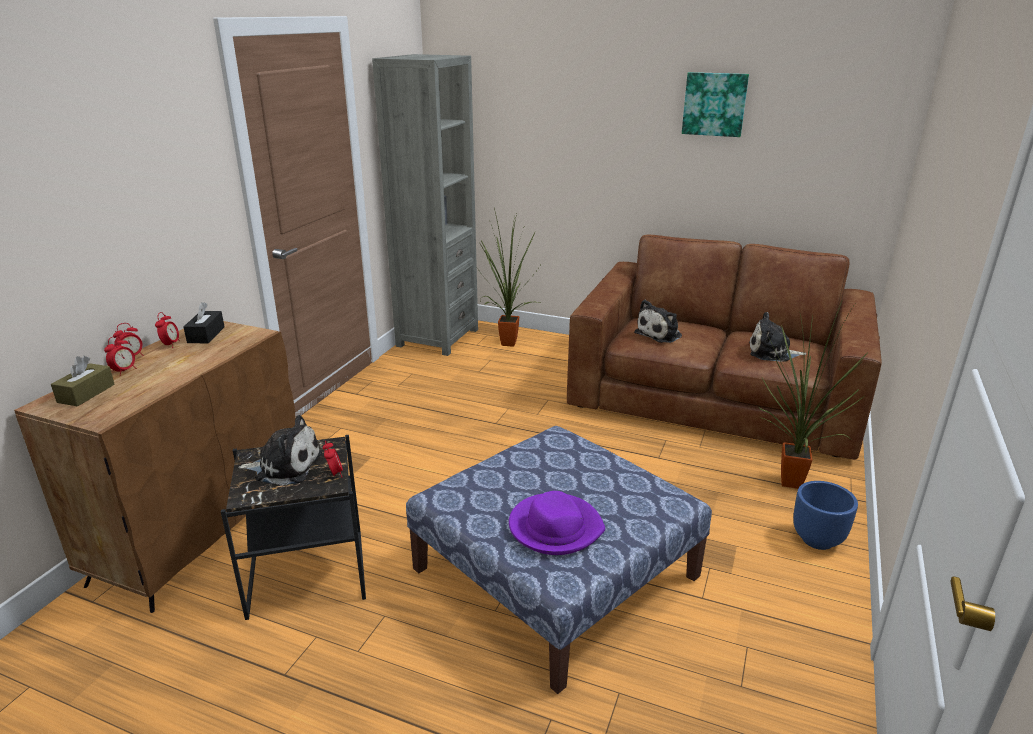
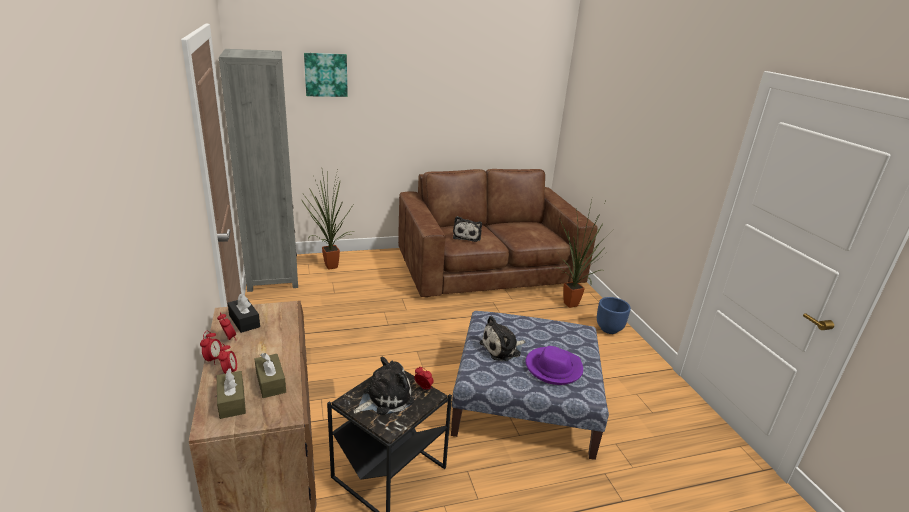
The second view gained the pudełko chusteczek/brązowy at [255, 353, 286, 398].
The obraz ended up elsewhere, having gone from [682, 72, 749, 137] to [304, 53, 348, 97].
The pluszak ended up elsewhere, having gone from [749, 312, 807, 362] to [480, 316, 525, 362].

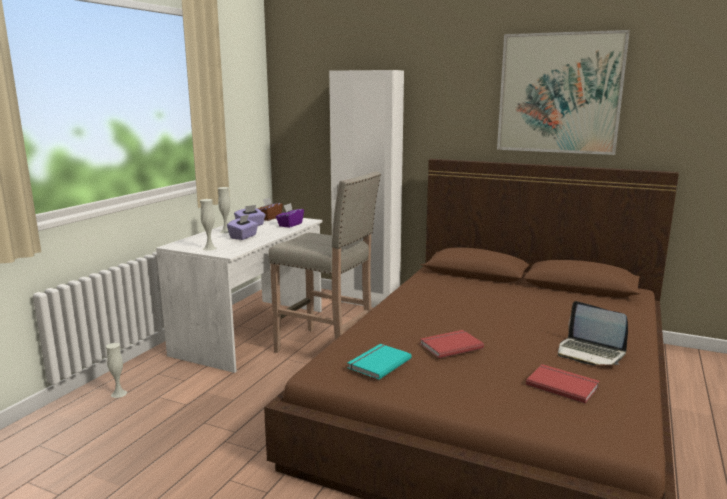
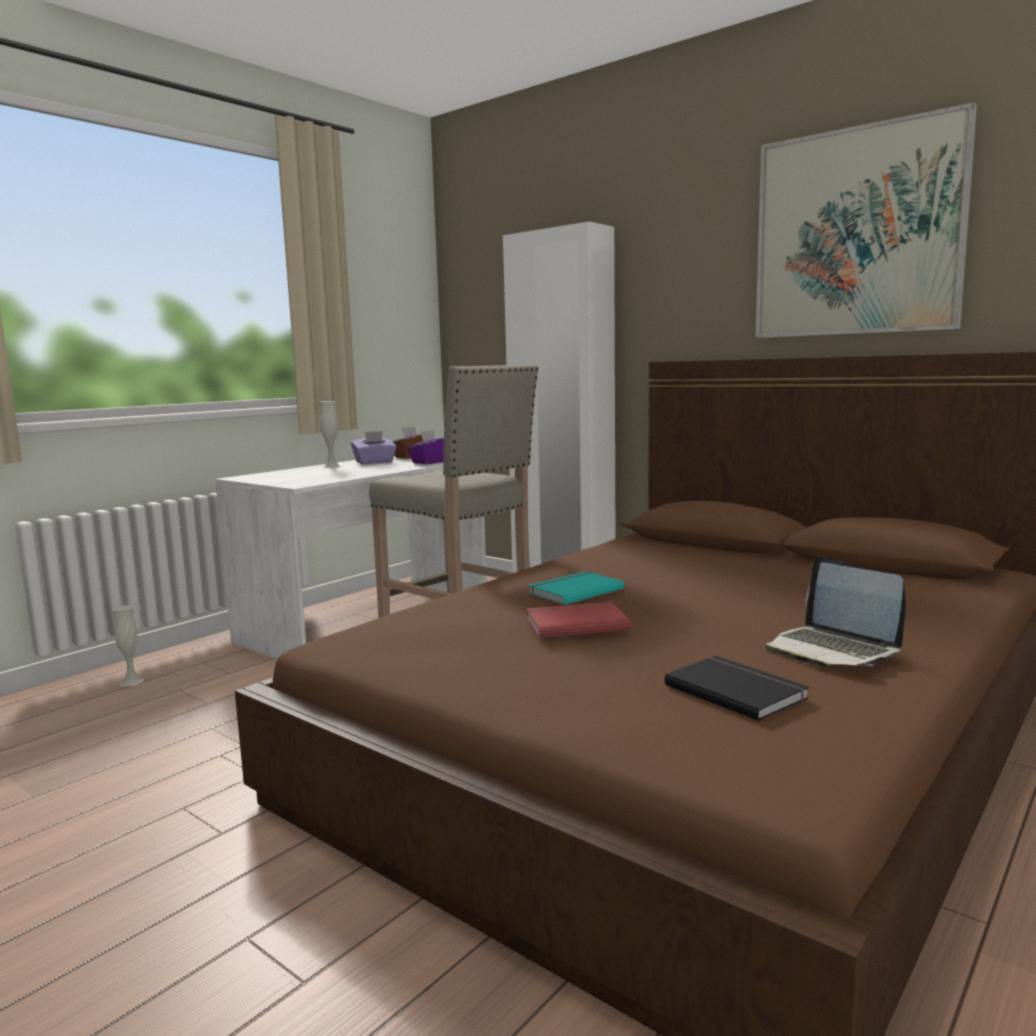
The książka/turkusowy ended up elsewhere, having gone from [348, 344, 412, 380] to [528, 571, 624, 605].
What was the książka/czerwony at [526, 364, 599, 404] turned into the książka/czarny at [665, 656, 809, 722].
The second view lost the wazon/biały at [200, 199, 217, 251].
The second view lost the pudełko chusteczek/fioletowy at [227, 214, 258, 240].

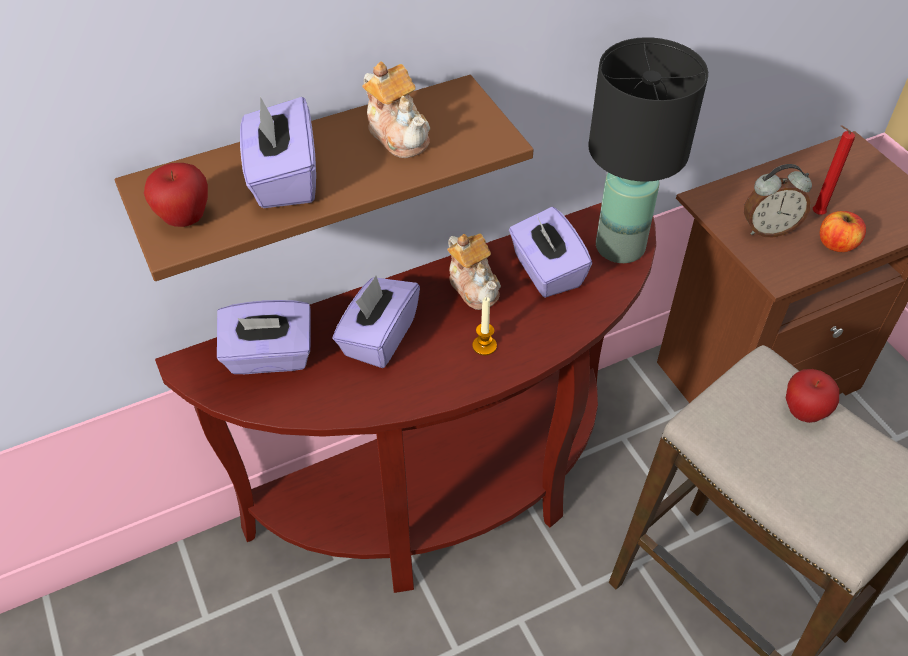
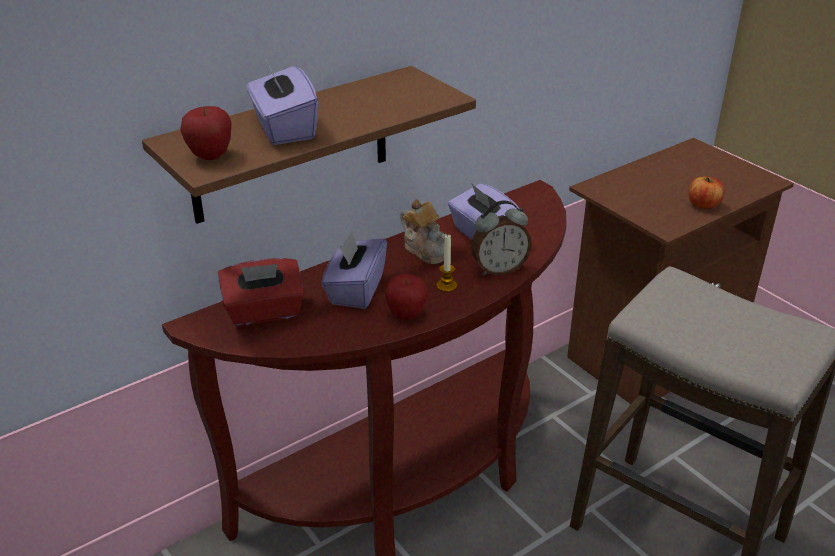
What was the pudełko chusteczek/fioletowy at [217, 300, 311, 374] turned into the pudełko chusteczek/czerwony at [218, 258, 305, 326].
The jabłko ended up elsewhere, having gone from [786, 369, 839, 423] to [385, 274, 428, 320].
The budzik ended up elsewhere, having gone from [744, 164, 812, 237] to [471, 201, 532, 276].
The second view lost the imbryk at [362, 61, 430, 158].
The second view lost the lampa stołowa/czarny at [588, 37, 708, 263].
The second view lost the świeca/czerwony at [813, 125, 855, 215].

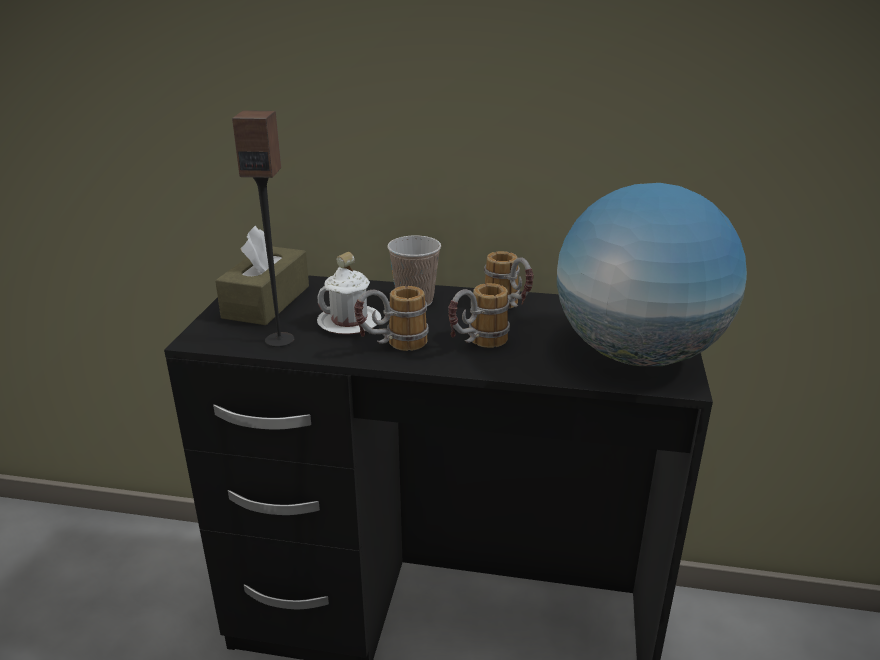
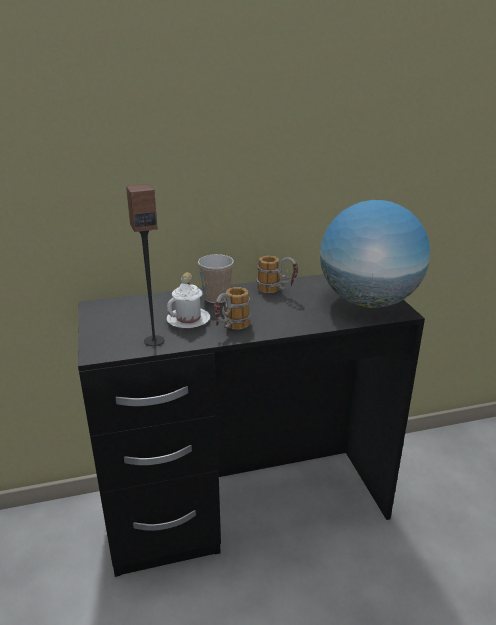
The second view lost the pudełko chusteczek/brązowy at [215, 226, 309, 325].
The second view lost the kubek at [448, 283, 510, 348].

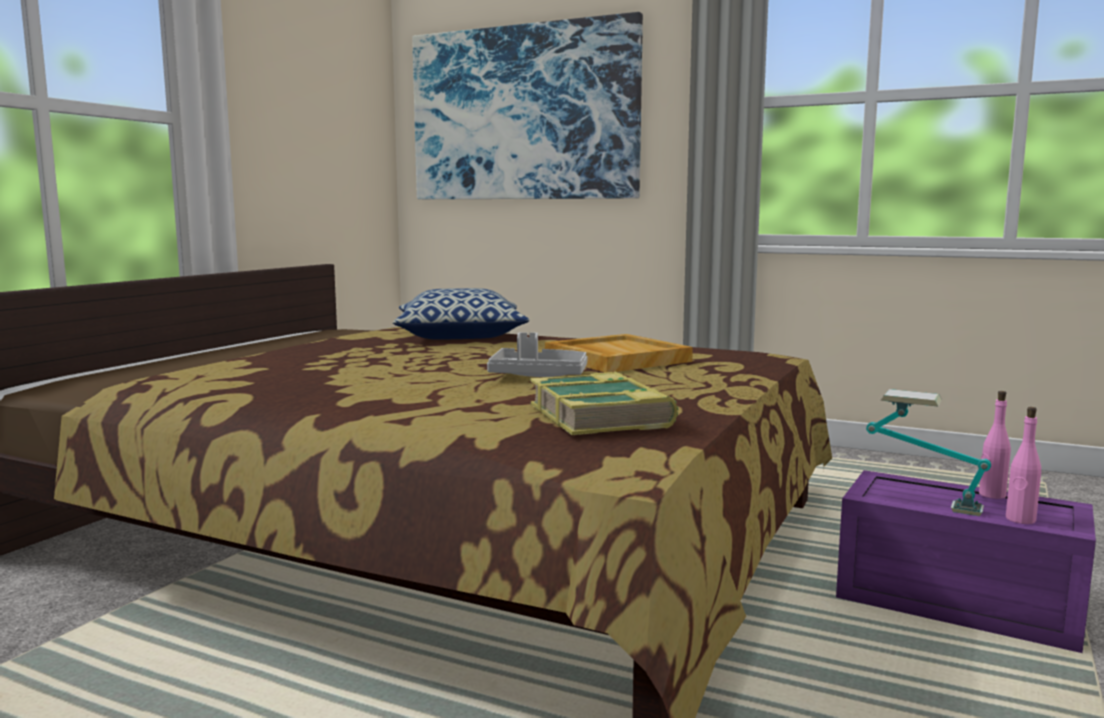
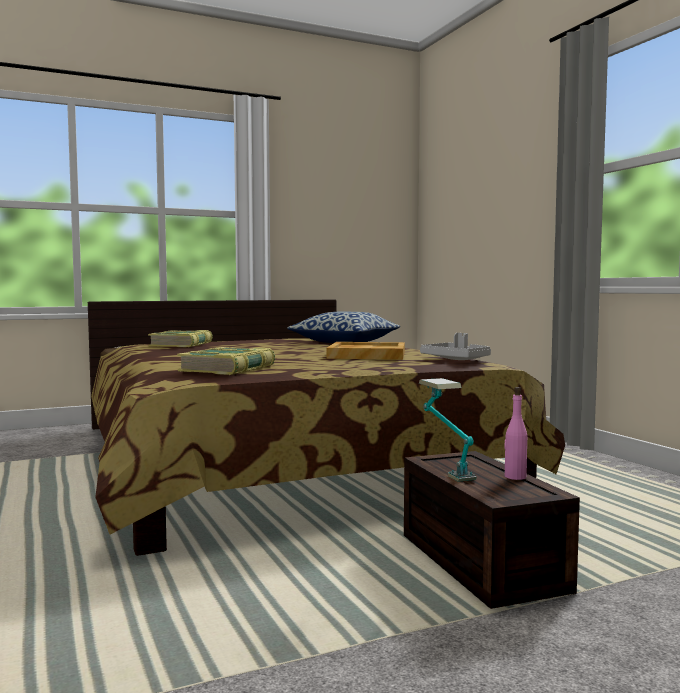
The second view gained the książka at [148, 330, 213, 347].
What was the pojemnik do przechowywania/fioletowy at [836, 470, 1096, 653] turned into the pojemnik do przechowywania/brązowy at [404, 451, 580, 609].
The taca/szary ended up elsewhere, having gone from [487, 332, 588, 377] to [420, 333, 491, 360].
The second view lost the obraz at [412, 12, 643, 199].
The second view lost the butelka/różowy at [1006, 407, 1041, 524].

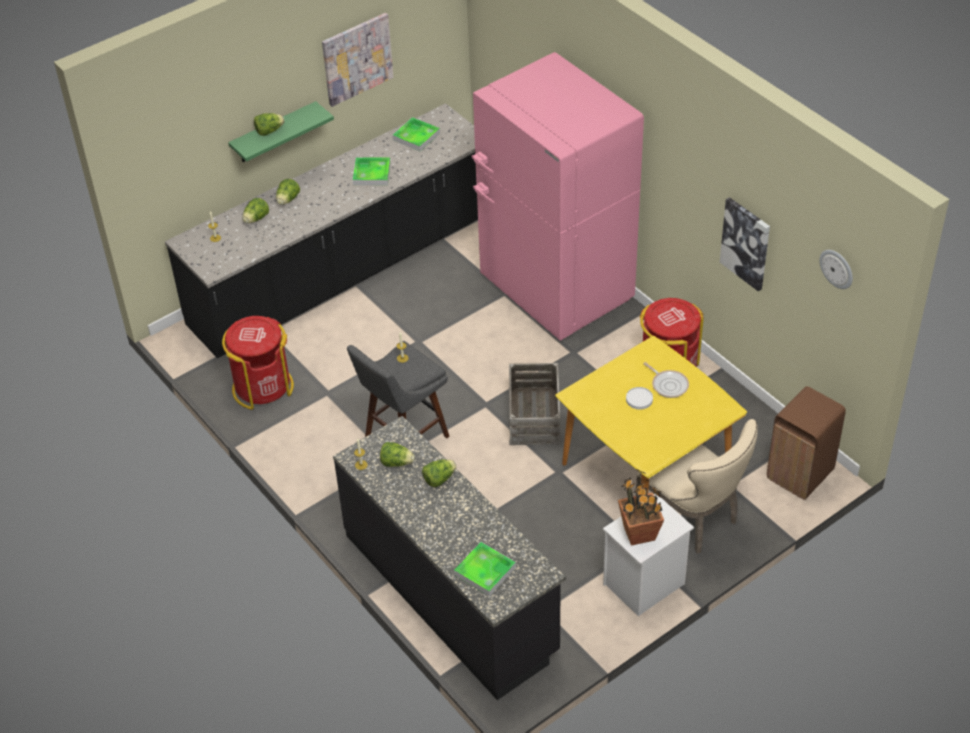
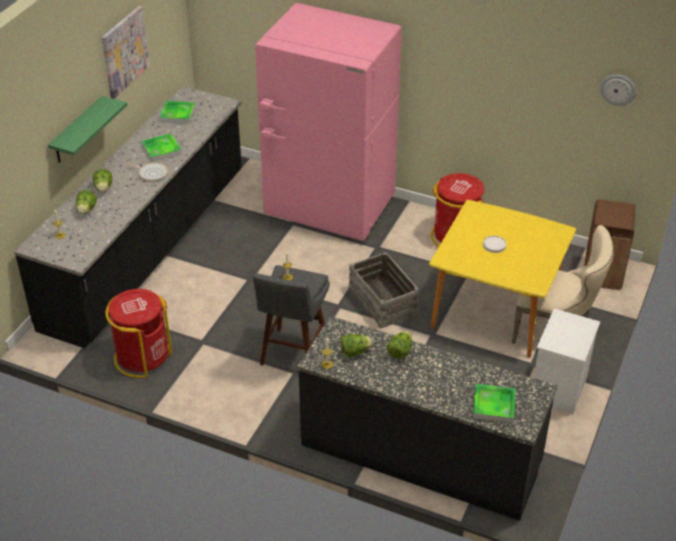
The patelnia ended up elsewhere, having gone from [644, 362, 689, 398] to [126, 162, 168, 182].
The second view lost the sałata at [254, 113, 285, 136].
The second view lost the roślina doniczkowa at [618, 469, 664, 546].
The second view lost the obraz at [720, 197, 770, 291].

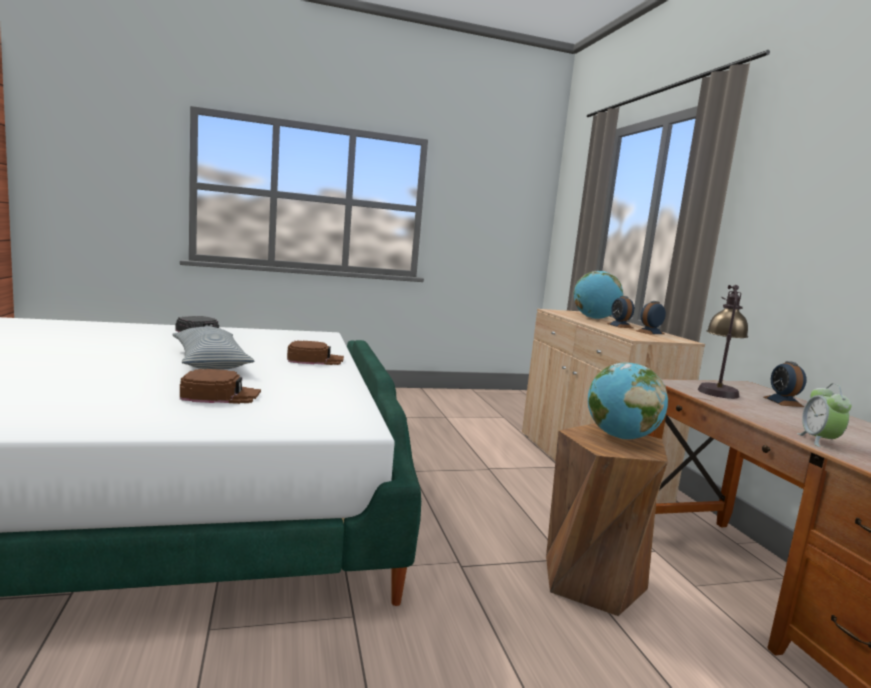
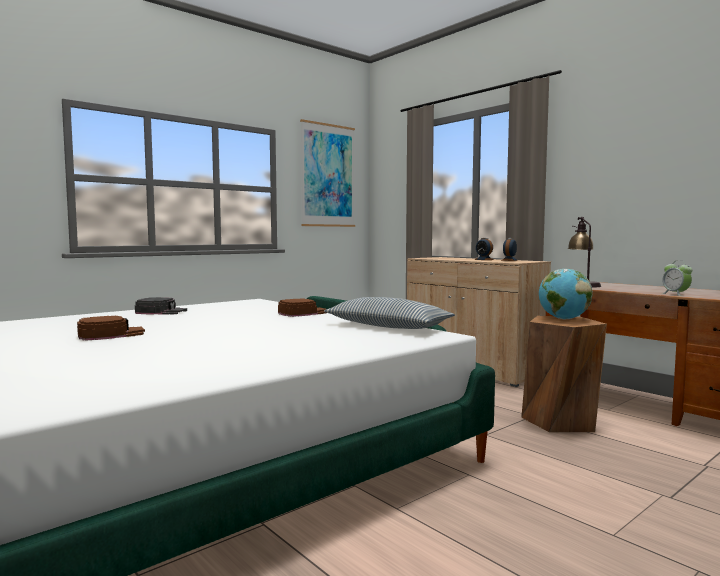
The czapka z daszkiem/brązowy ended up elsewhere, having gone from [180, 369, 261, 404] to [77, 316, 145, 341].
The second view gained the obraz at [300, 119, 355, 227].
The poduszka ended up elsewhere, having gone from [172, 327, 254, 370] to [324, 297, 455, 329].
The second view lost the globus at [573, 271, 623, 319].
The second view lost the budzik at [764, 361, 806, 407].

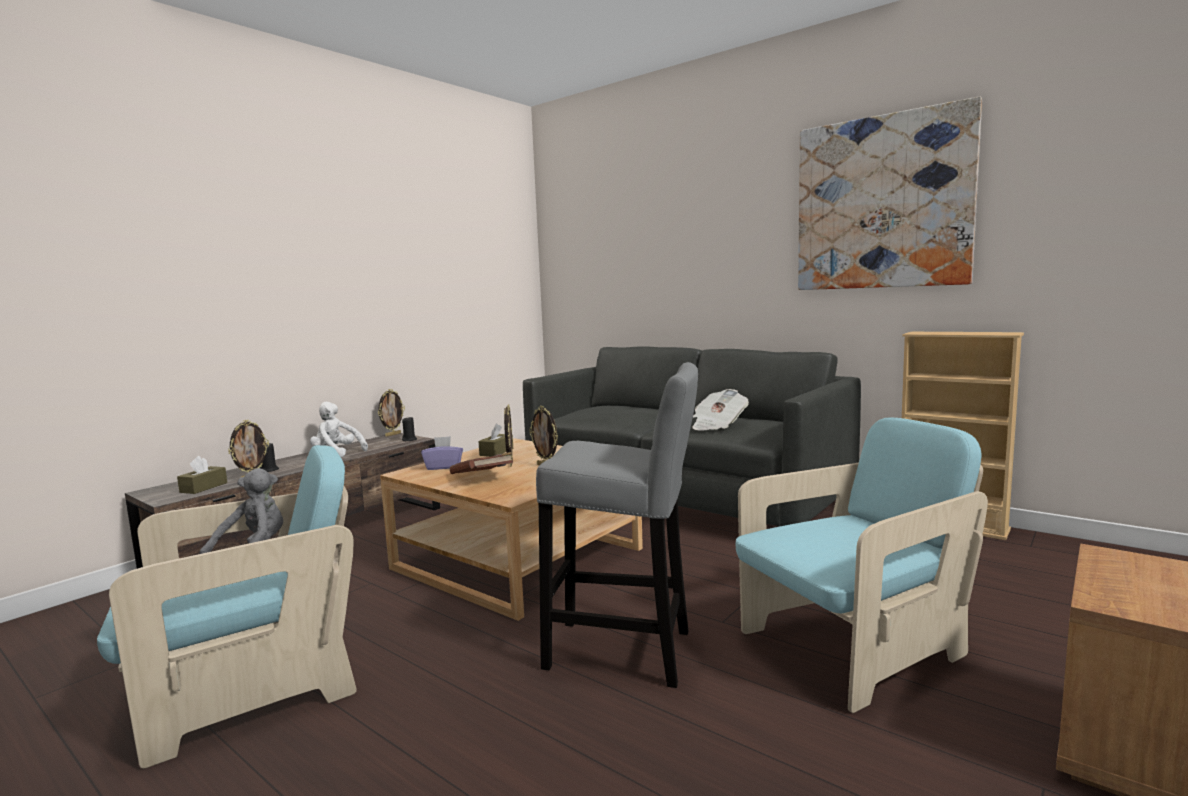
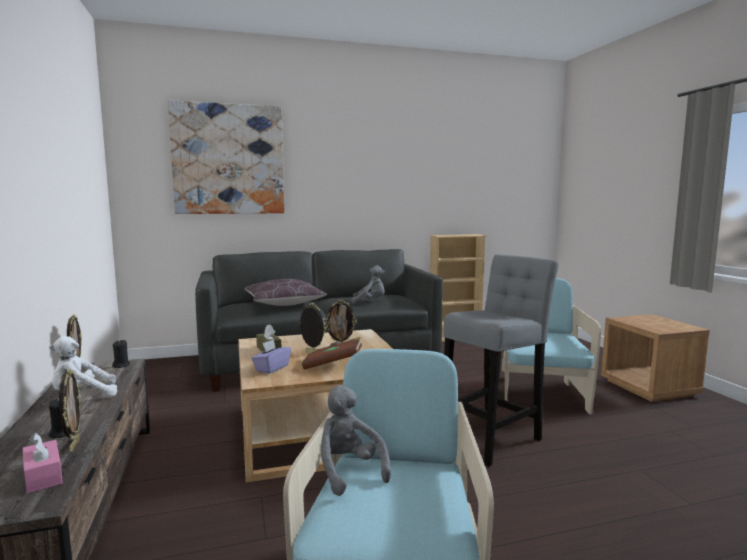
What was the pudełko chusteczek/brązowy at [177, 456, 227, 494] turned into the pudełko chusteczek/różowy at [23, 433, 63, 494].
The obraz ended up elsewhere, having gone from [798, 97, 982, 290] to [168, 100, 285, 214].
The second view gained the poduszka/brązowy at [244, 279, 327, 306].
Where the gazeta stood at [692, 389, 749, 431], the pluszak/szary came to stand at [352, 265, 385, 304].

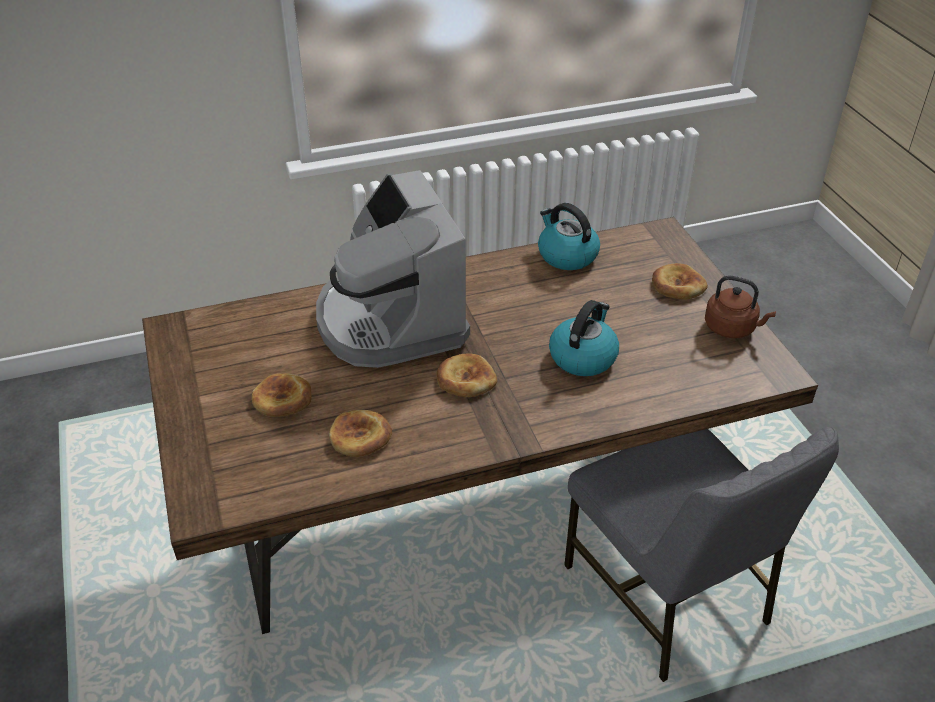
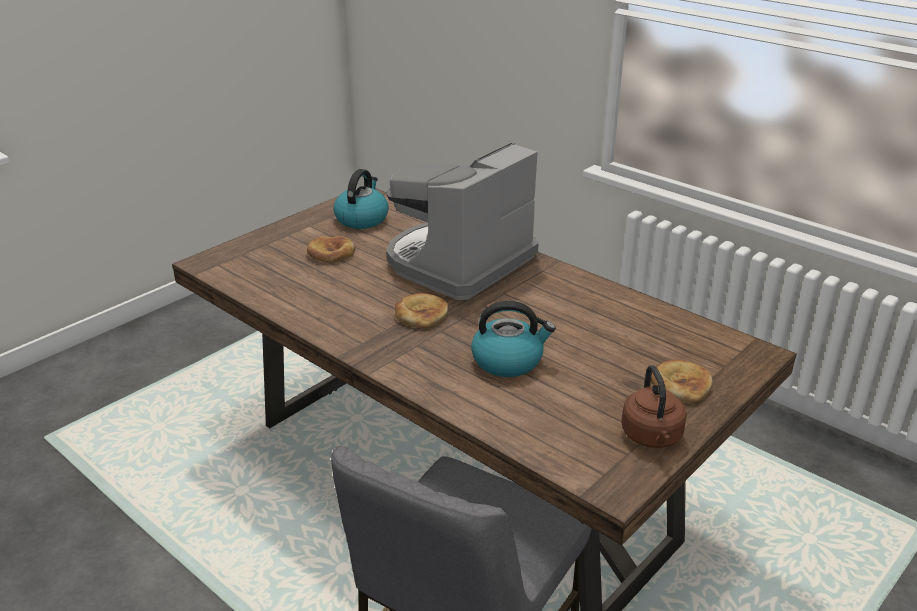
The czajnik ended up elsewhere, having gone from [538, 203, 600, 270] to [333, 169, 388, 229].
The second view lost the chleb at [329, 410, 392, 457].

